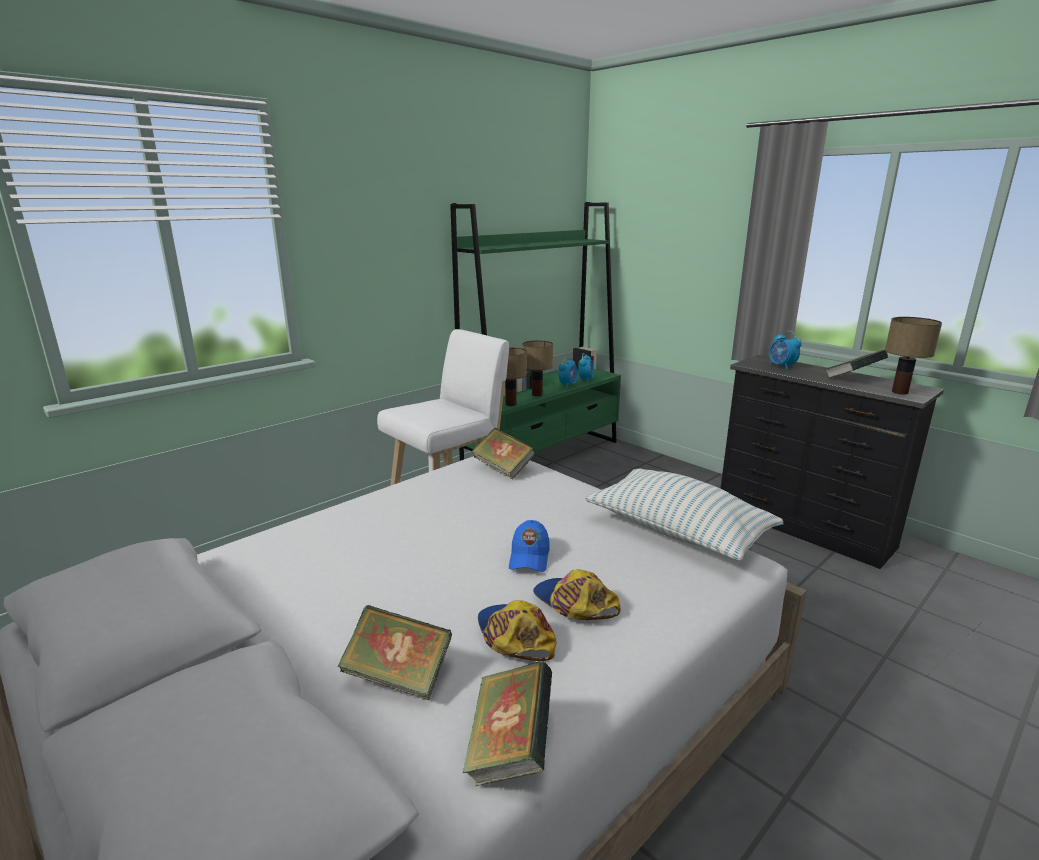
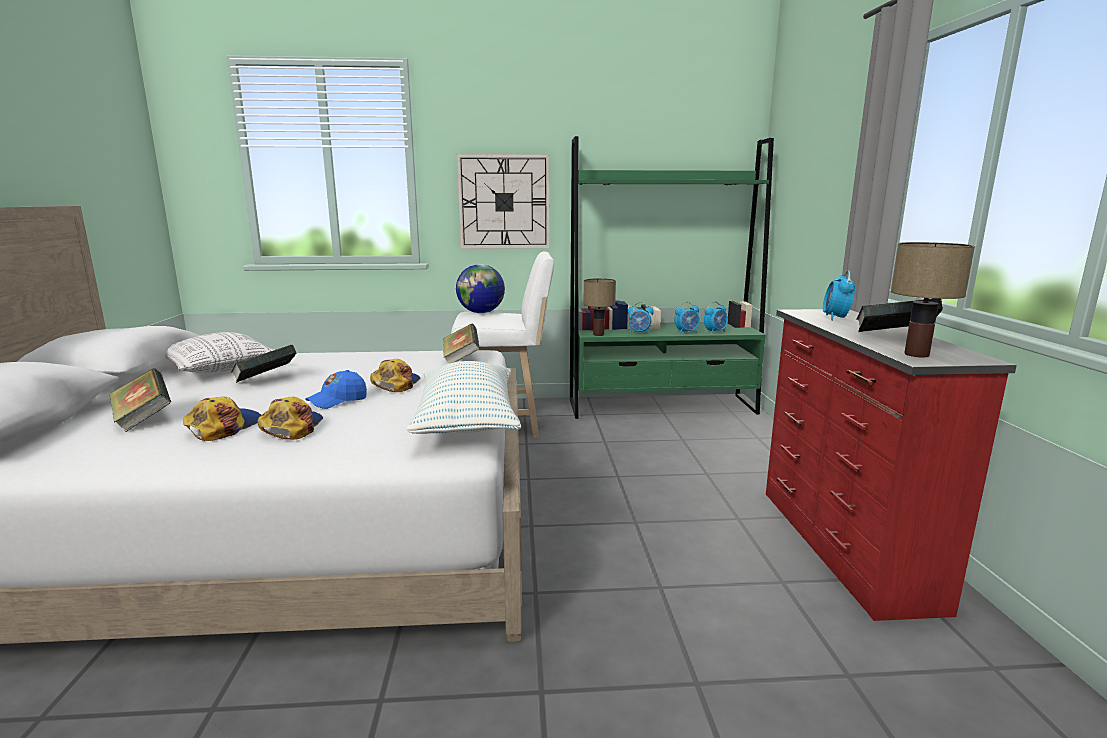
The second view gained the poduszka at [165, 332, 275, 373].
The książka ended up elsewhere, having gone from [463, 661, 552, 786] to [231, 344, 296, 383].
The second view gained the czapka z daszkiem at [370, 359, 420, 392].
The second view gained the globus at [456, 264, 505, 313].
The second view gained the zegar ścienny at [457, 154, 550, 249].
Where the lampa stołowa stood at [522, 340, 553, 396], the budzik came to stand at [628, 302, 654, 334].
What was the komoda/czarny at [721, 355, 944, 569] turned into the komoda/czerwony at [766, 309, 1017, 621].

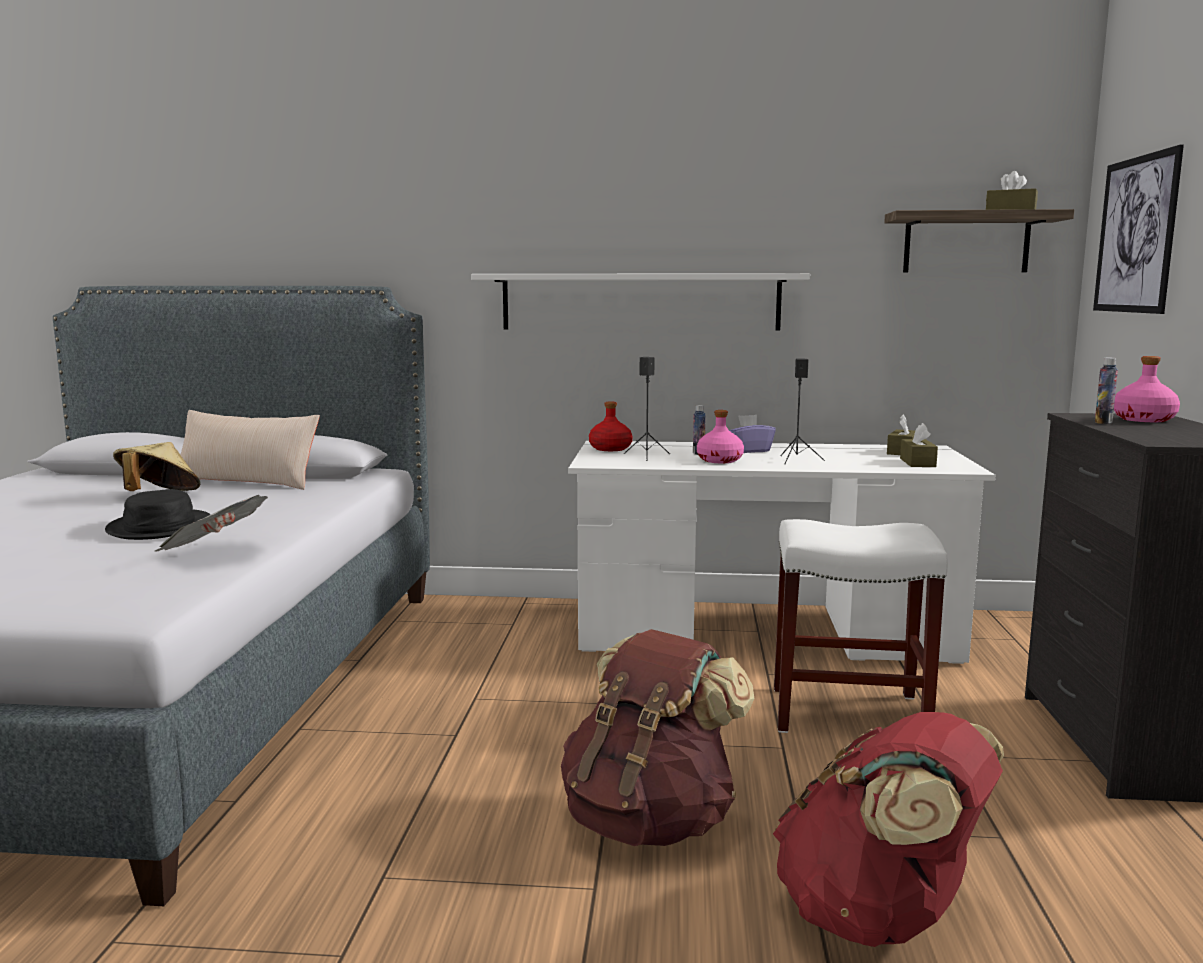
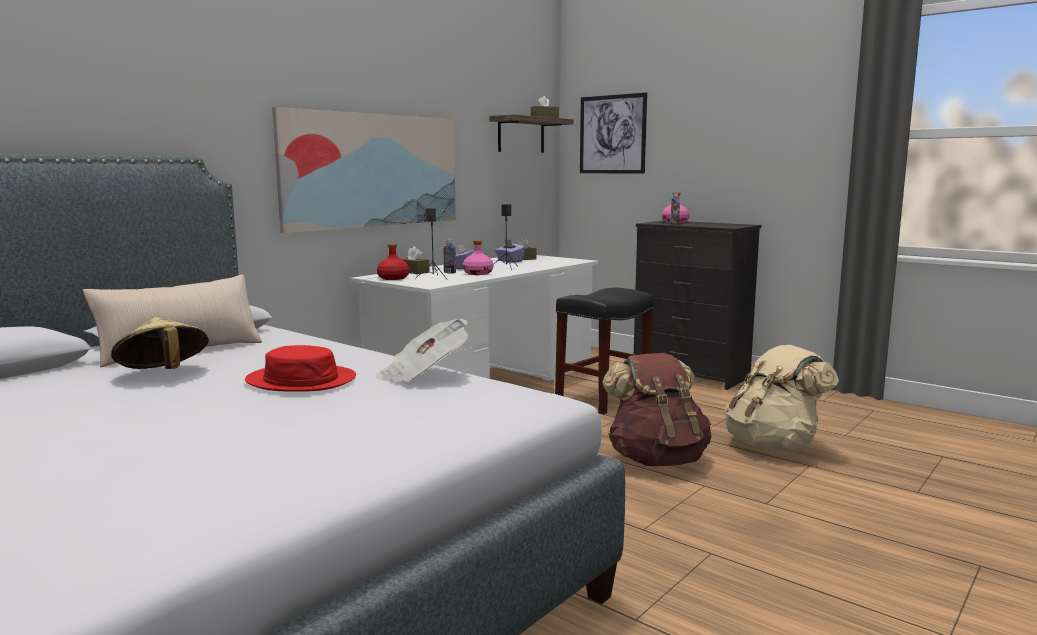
What was the kapelusz/czarny at [105, 489, 210, 540] turned into the kapelusz/czerwony at [245, 345, 356, 392].
Where the półka/biały hung at [471, 273, 810, 331], the obraz came to hang at [272, 107, 456, 233].
The pudełko chusteczek/brązowy ended up elsewhere, having gone from [900, 423, 938, 467] to [400, 246, 430, 274].
The second view gained the pudełko chusteczek/fioletowy at [495, 239, 525, 263].
What was the stołek/biały at [774, 519, 948, 733] turned into the stołek/czarny at [555, 288, 654, 414].
What was the plecak/czerwony at [773, 712, 1004, 947] turned into the plecak/beżowy at [725, 345, 839, 451].

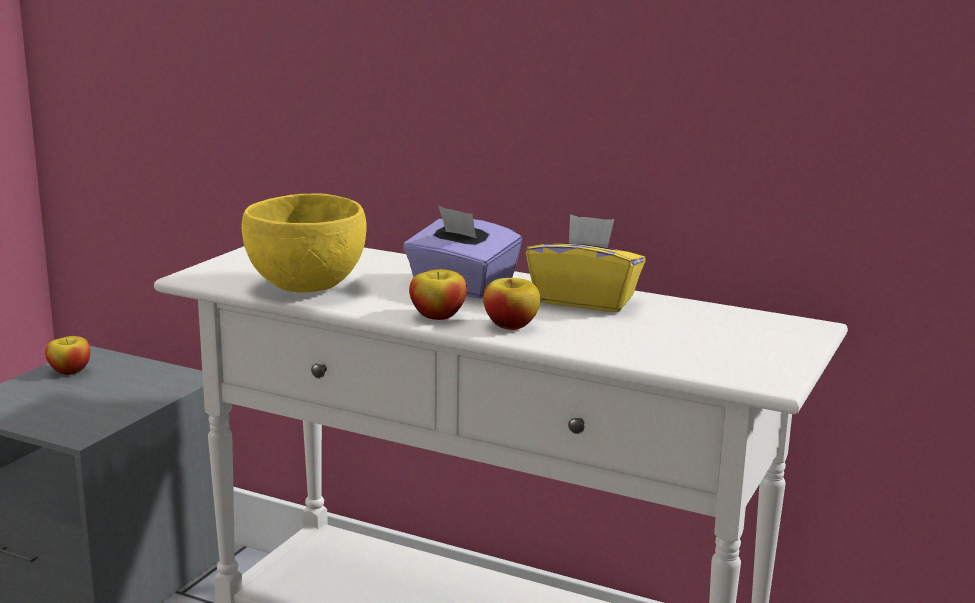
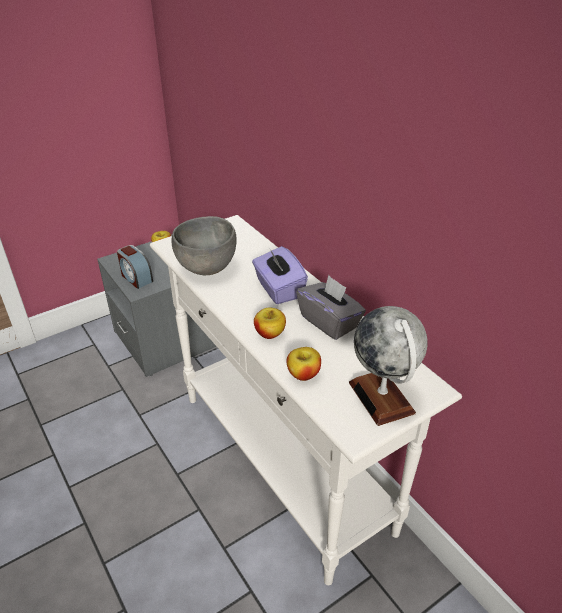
The second view gained the budzik at [117, 245, 153, 289].
What was the miska/żółty at [241, 193, 367, 292] turned into the miska/szary at [172, 216, 237, 275].
The jabłko ended up elsewhere, having gone from [409, 269, 467, 320] to [287, 347, 321, 381].
What was the pudełko chusteczek/żółty at [526, 214, 646, 312] turned into the pudełko chusteczek/szary at [296, 275, 366, 340].
The second view gained the globus at [349, 306, 428, 426].

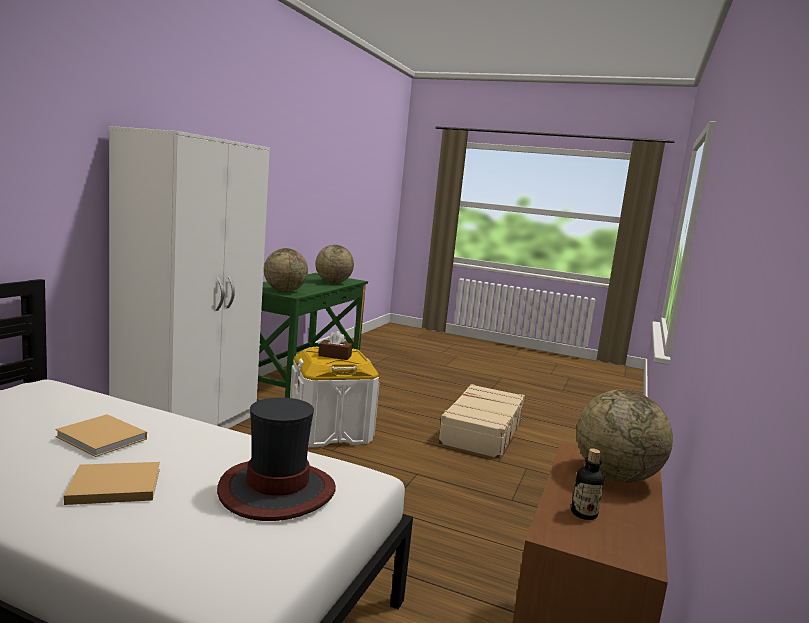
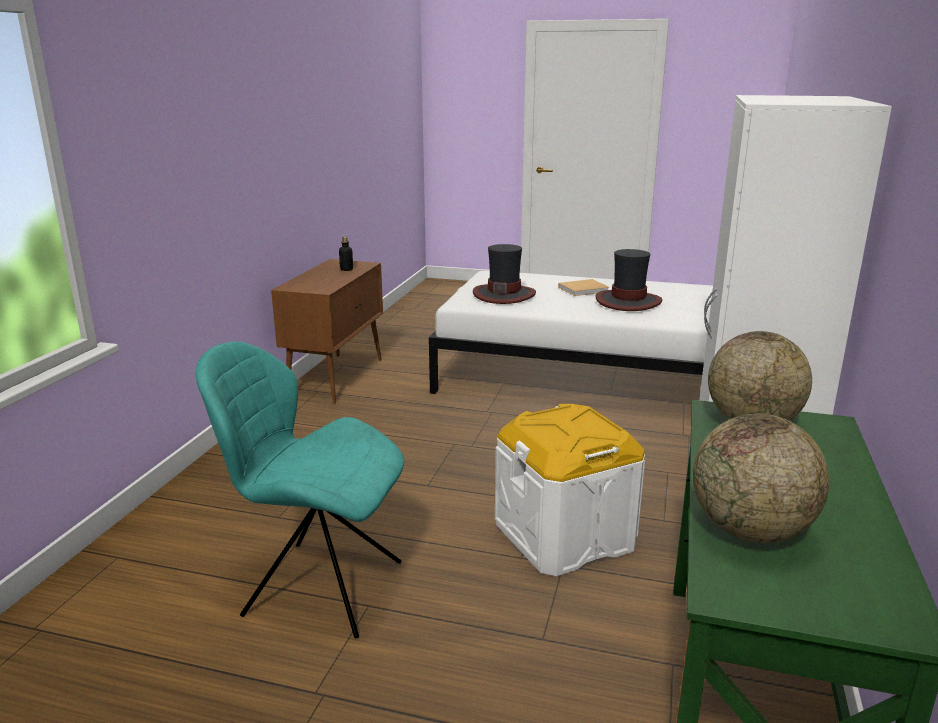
Where the walizka/beżowy stood at [437, 384, 525, 459], the krzesło/turkusowy came to stand at [196, 341, 405, 639].
Where the książka/beżowy stood at [55, 414, 147, 457], the kapelusz came to stand at [596, 249, 662, 311].
The second view lost the pudełko chusteczek/brązowy at [318, 331, 352, 360].
The second view lost the globus at [576, 390, 673, 482].

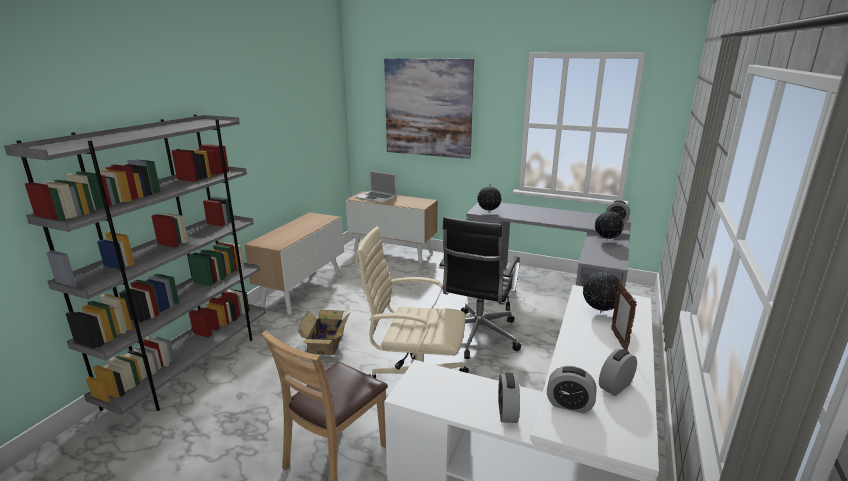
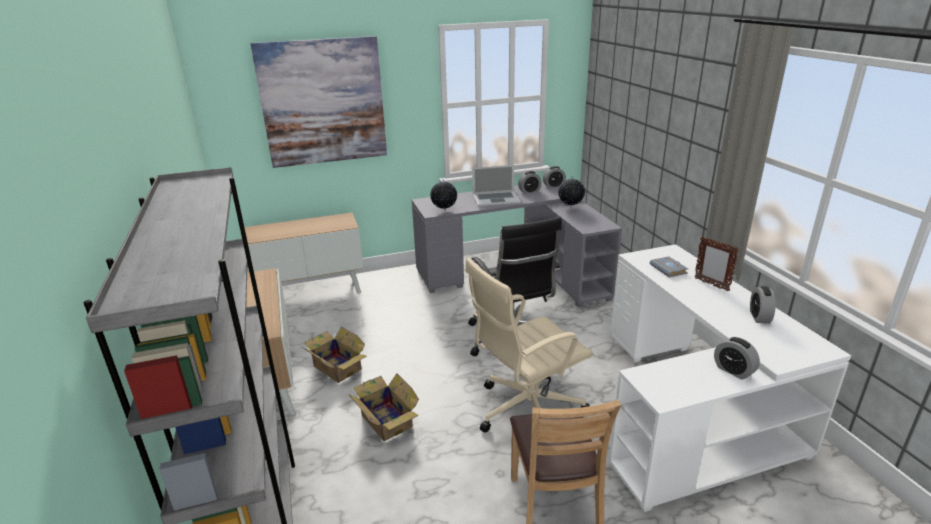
The second view gained the karton at [303, 326, 367, 383].
The laptop ended up elsewhere, having gone from [355, 170, 397, 203] to [472, 165, 521, 206].
The budzik ended up elsewhere, having gone from [547, 366, 596, 414] to [518, 171, 542, 194].
Where the globus stood at [583, 269, 622, 313], the książka/szary came to stand at [650, 256, 688, 277].

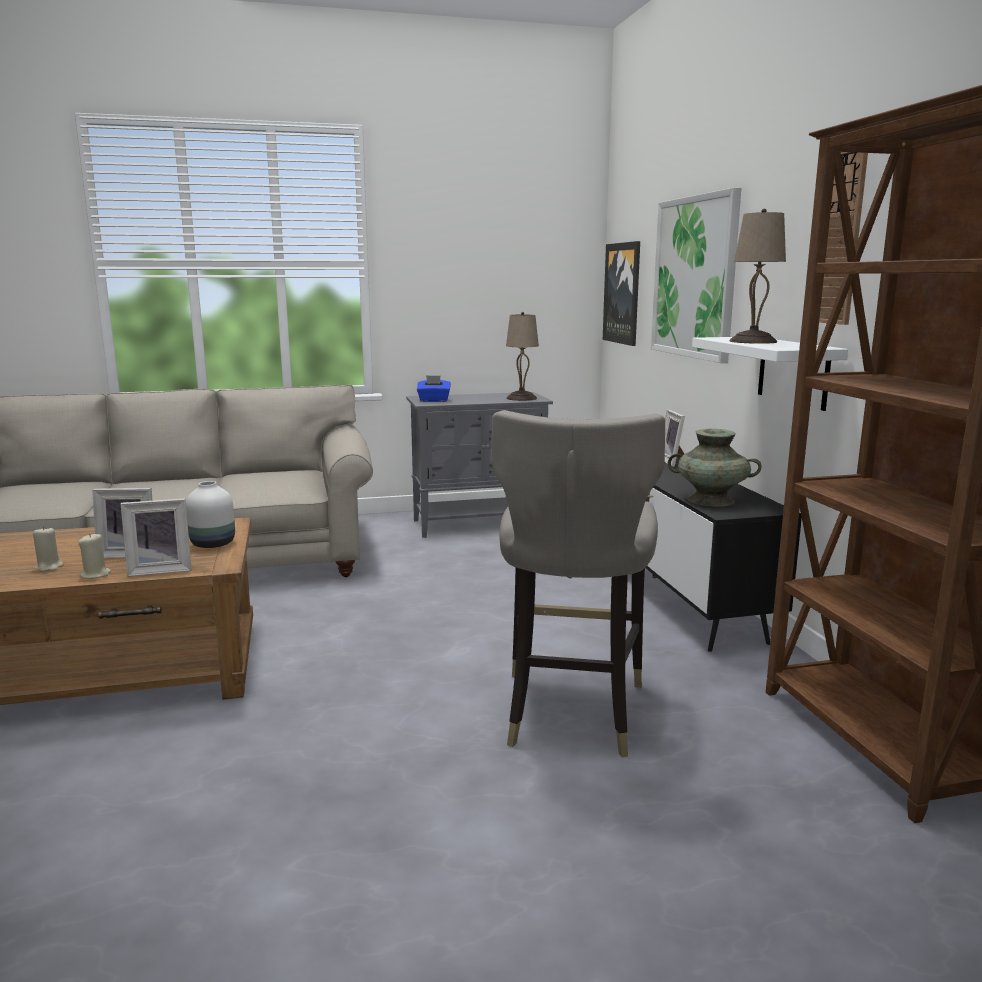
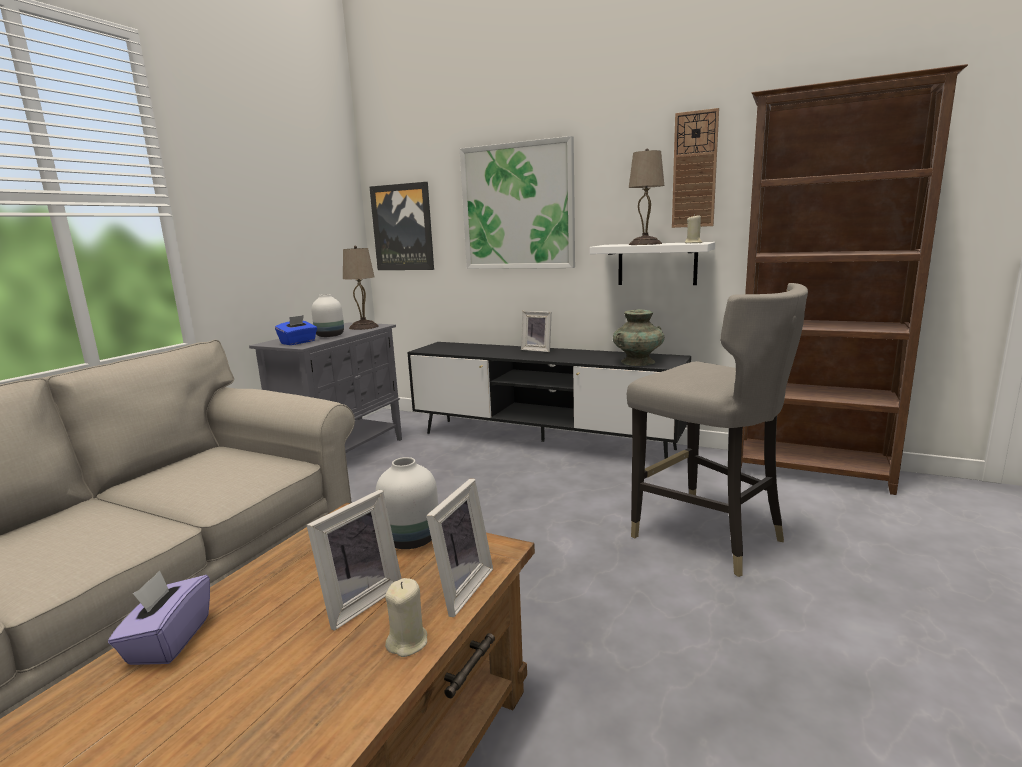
The second view gained the pudełko chusteczek/fioletowy at [108, 570, 210, 665].
The second view gained the wazon/biały at [311, 294, 344, 337].
The świeca/beżowy ended up elsewhere, having gone from [33, 526, 63, 571] to [685, 214, 702, 243].

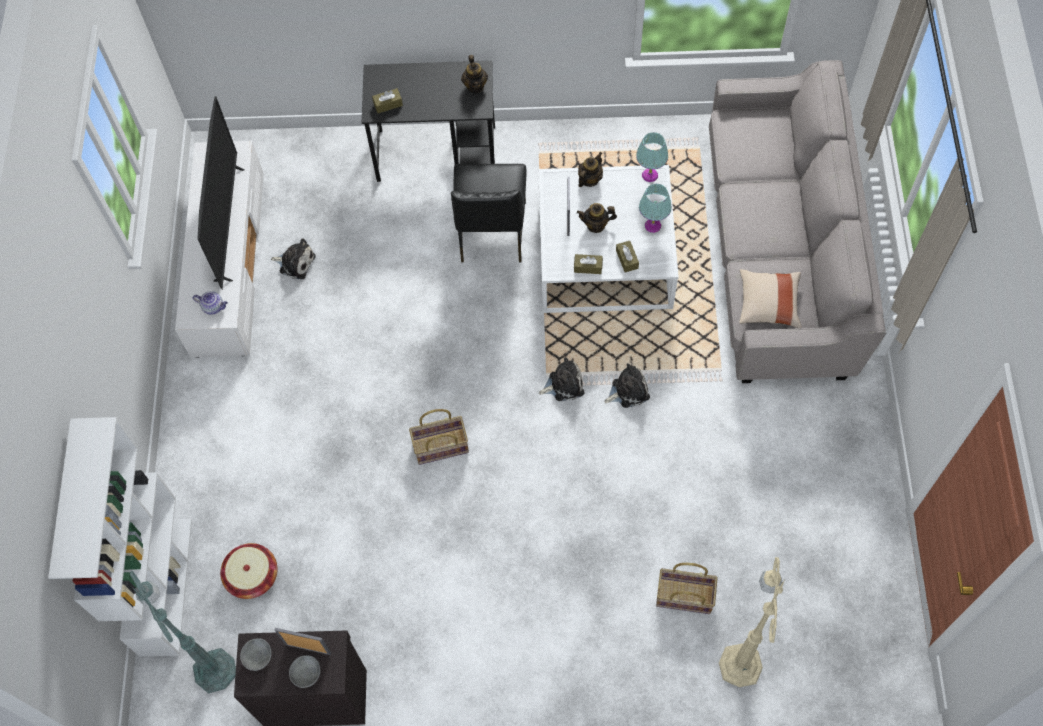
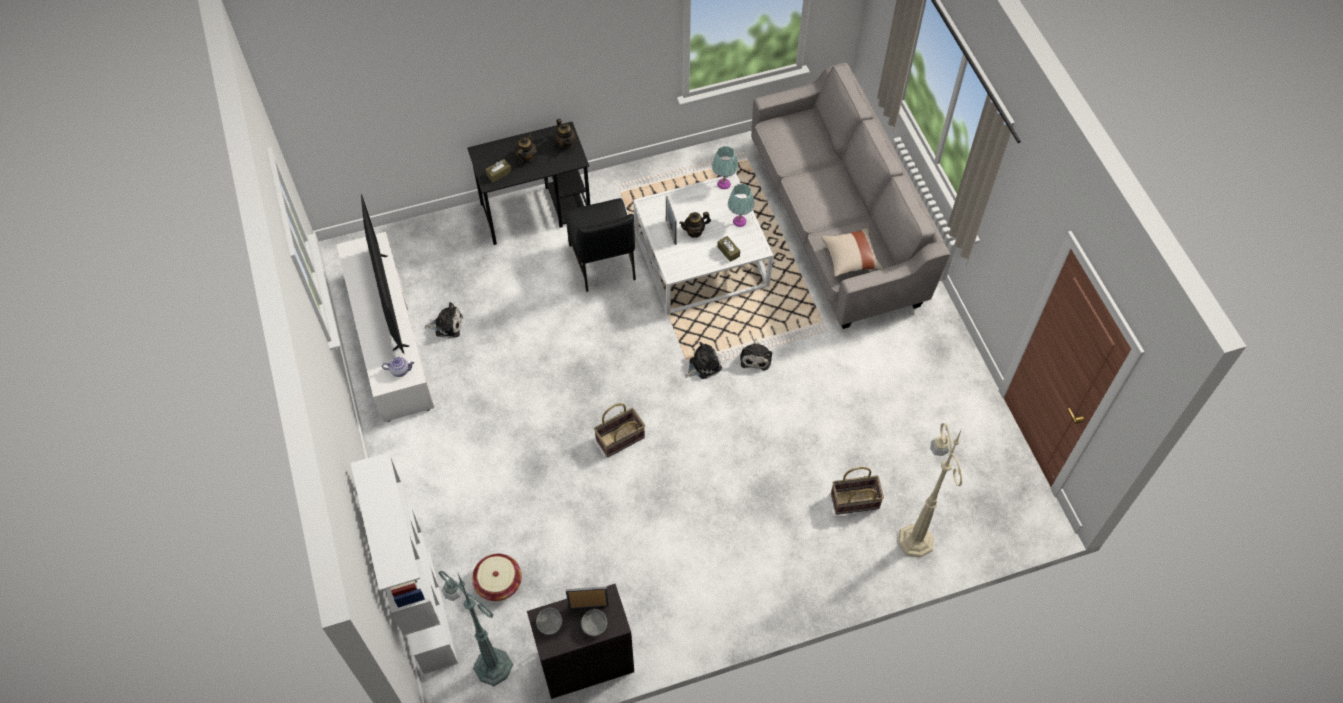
The imbryk ended up elsewhere, having gone from [578, 152, 603, 187] to [515, 132, 537, 164].
The pluszak at [605, 363, 650, 408] ended up facing another way, 135 degrees clockwise from before.
The second view lost the pudełko chusteczek/brązowy at [574, 254, 603, 274].

